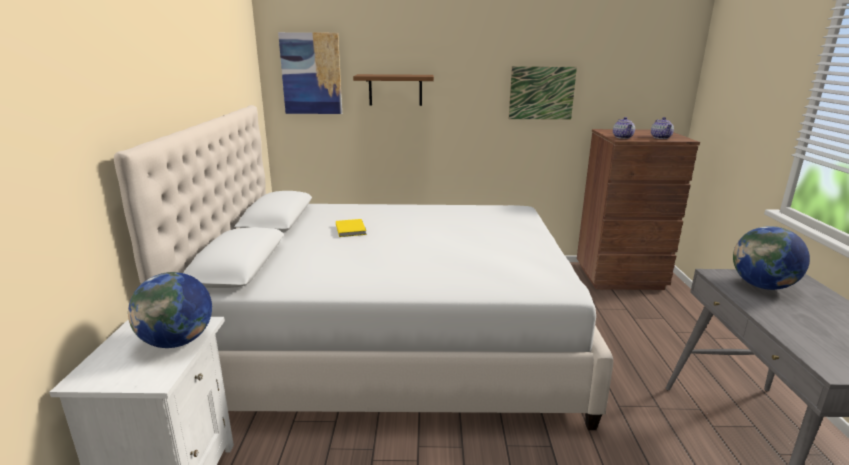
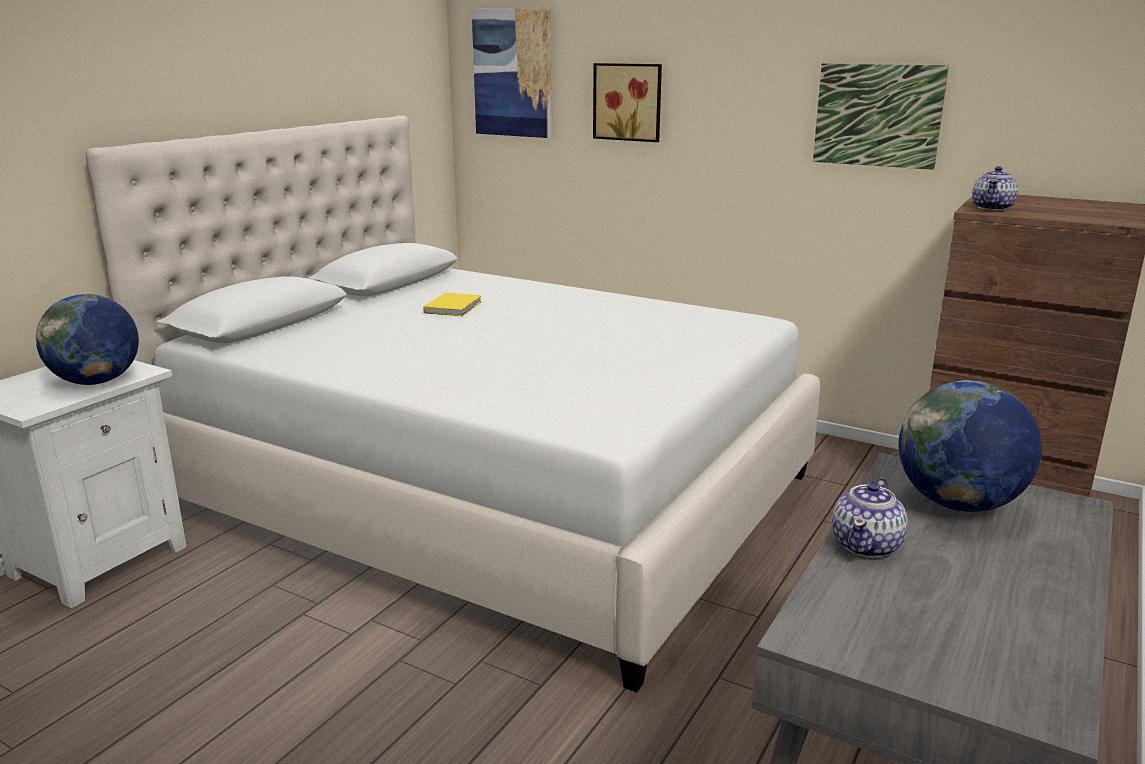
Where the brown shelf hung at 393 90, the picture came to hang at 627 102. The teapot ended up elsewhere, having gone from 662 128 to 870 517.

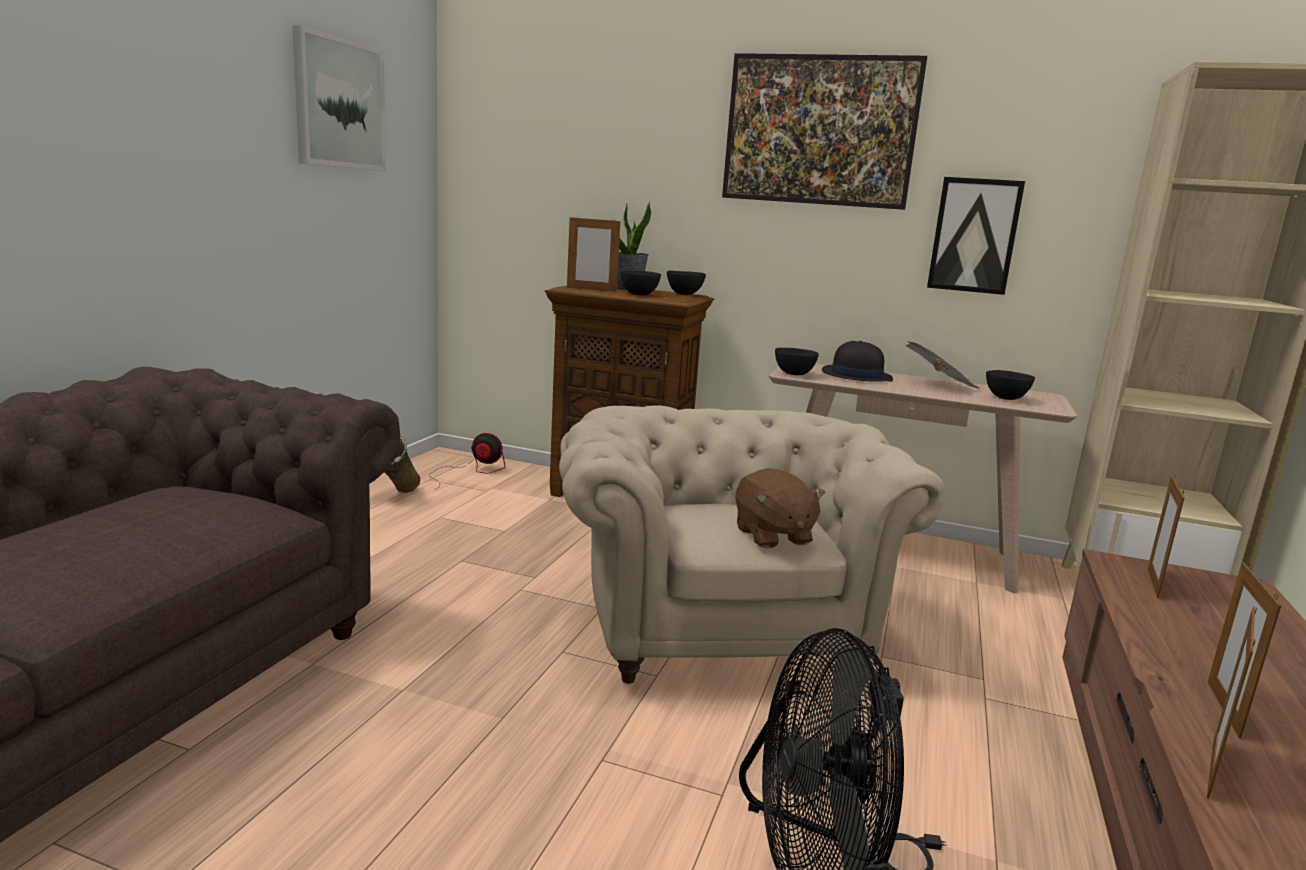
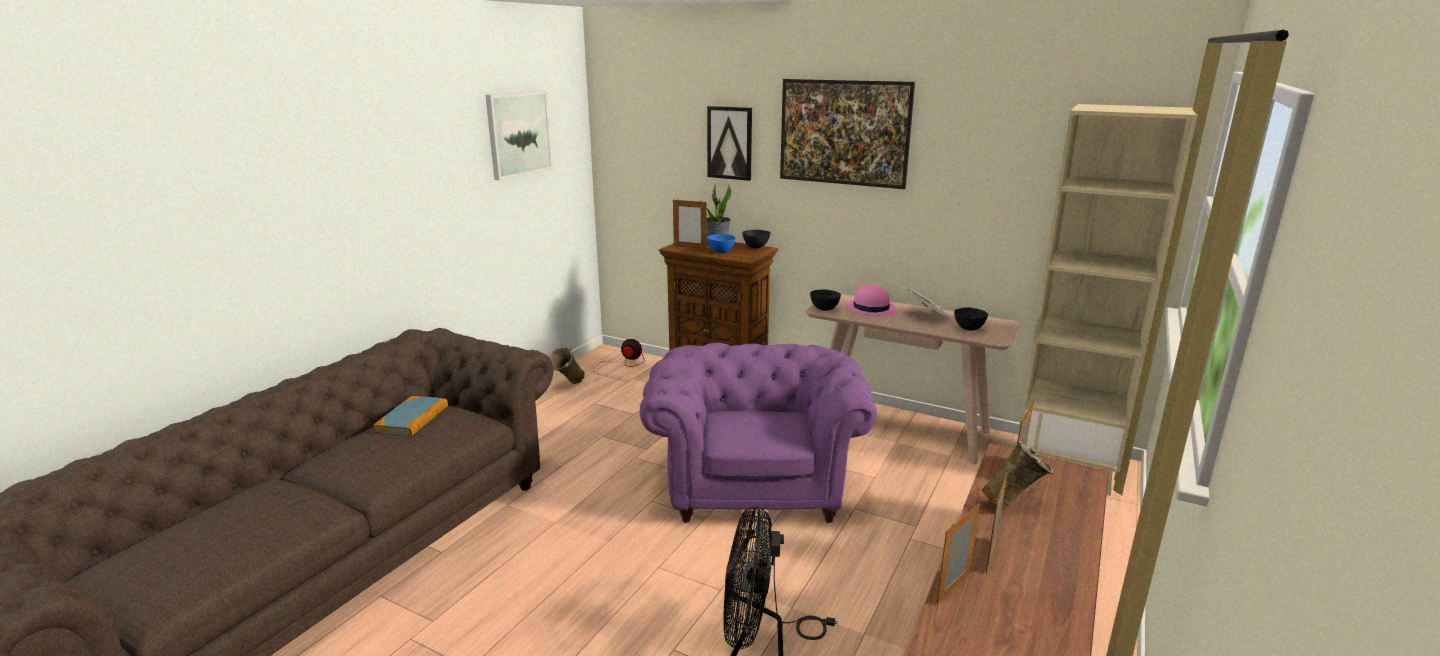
What was the beige armchair at 752 544 turned into the purple armchair at 758 433. What was the black bowl at 641 283 turned into the blue bowl at 721 243. The second view lost the brown plush toy at 780 508. What was the black hat at 857 361 turned into the pink hat at 871 299. The picture ended up elsewhere, having gone from 976 236 to 729 143. The second view gained the book at 410 416. The second view gained the beige vase at 1017 475.

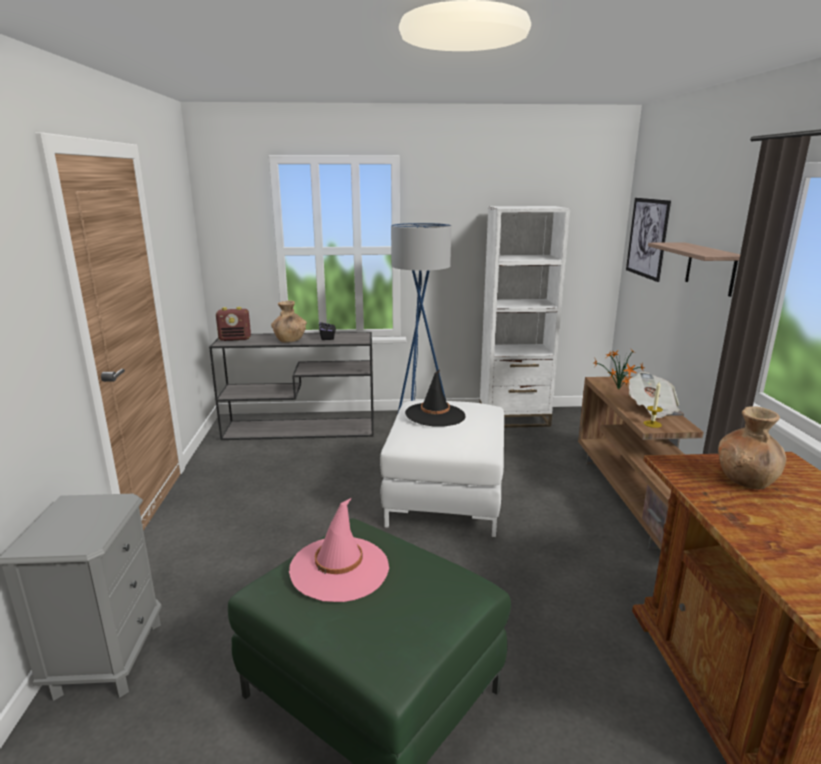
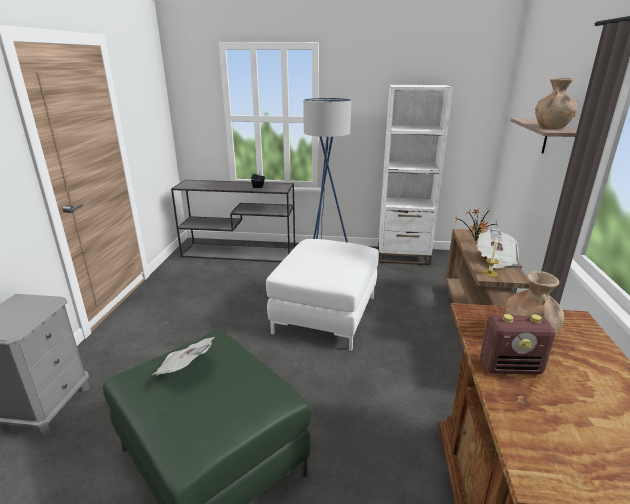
The radio ended up elsewhere, having gone from 233 324 to 518 344. The brown vase ended up elsewhere, having gone from 289 321 to 556 103. Where the pink hat stood at 339 550, the newspaper came to stand at 183 356. The second view lost the black hat at 435 397. The second view lost the picture at 648 240.

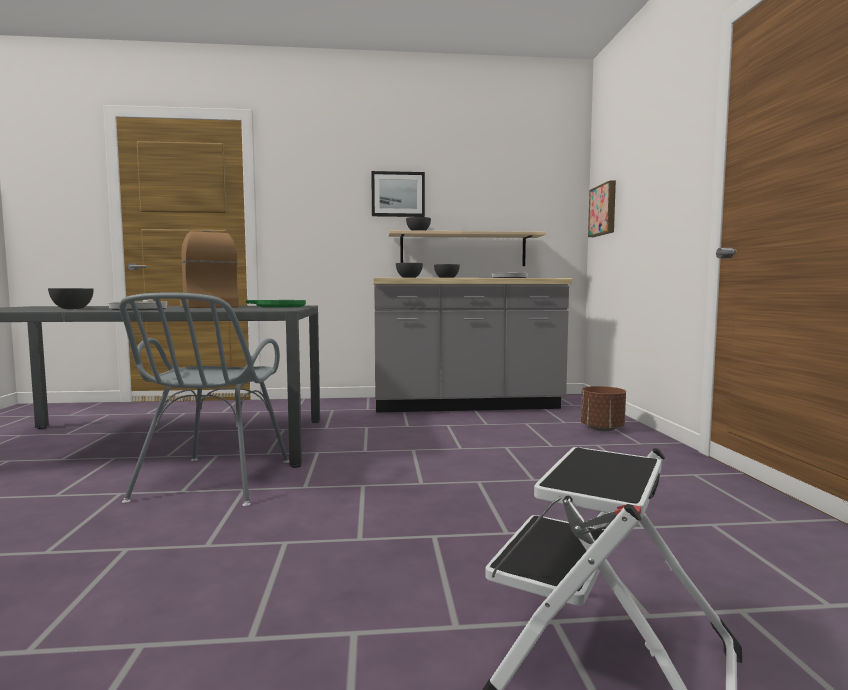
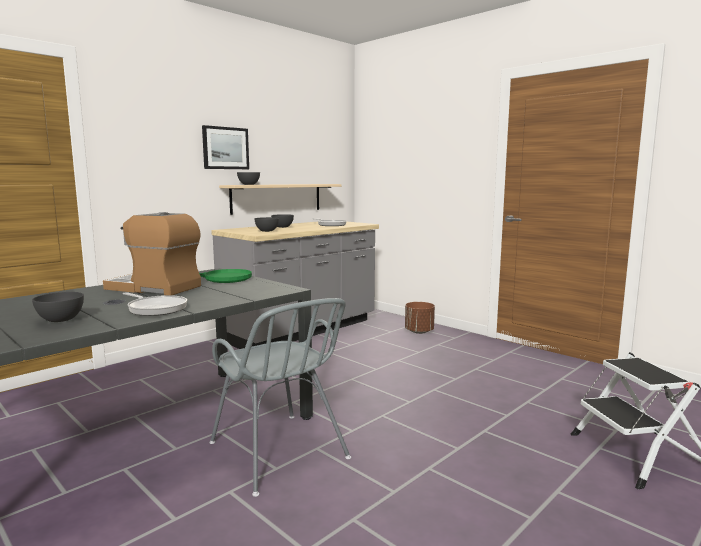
The second view lost the picture at 602 208.

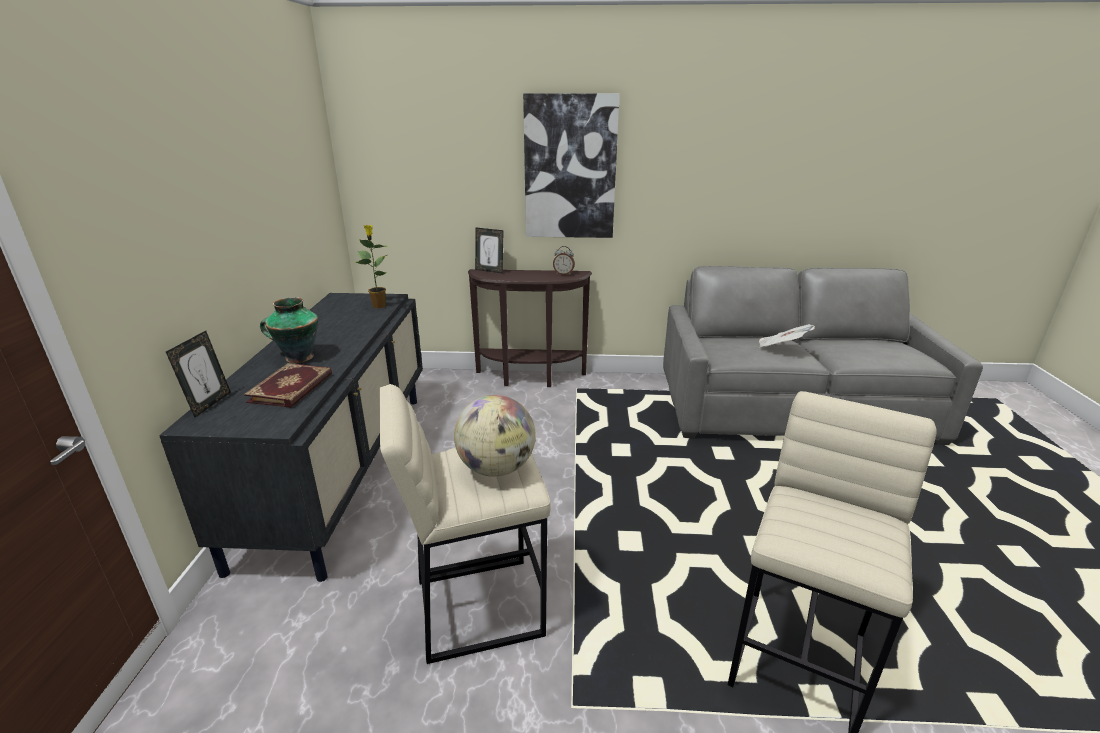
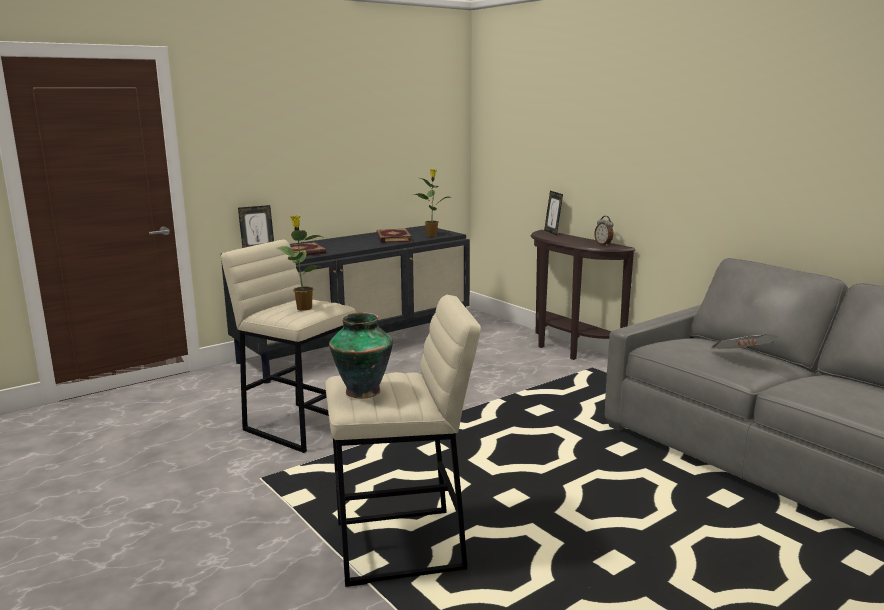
The vase ended up elsewhere, having gone from 289 330 to 361 356. Where the globe stood at 495 436, the potted plant came to stand at 301 263. The second view lost the picture at 571 165. The second view gained the book at 394 235.

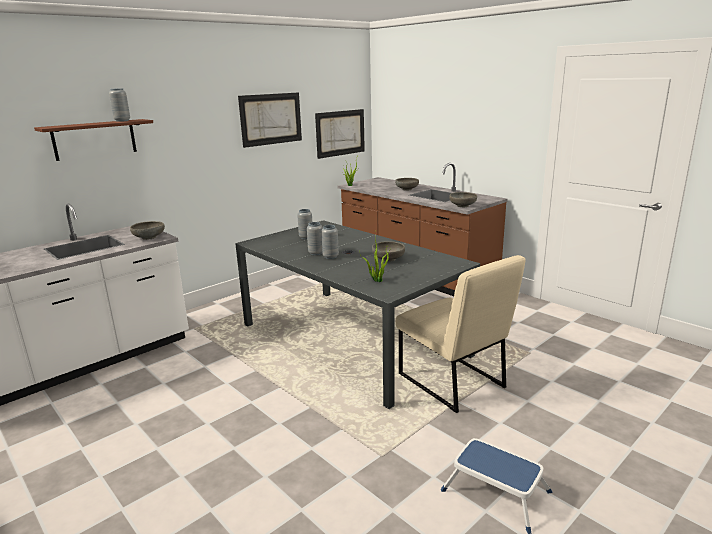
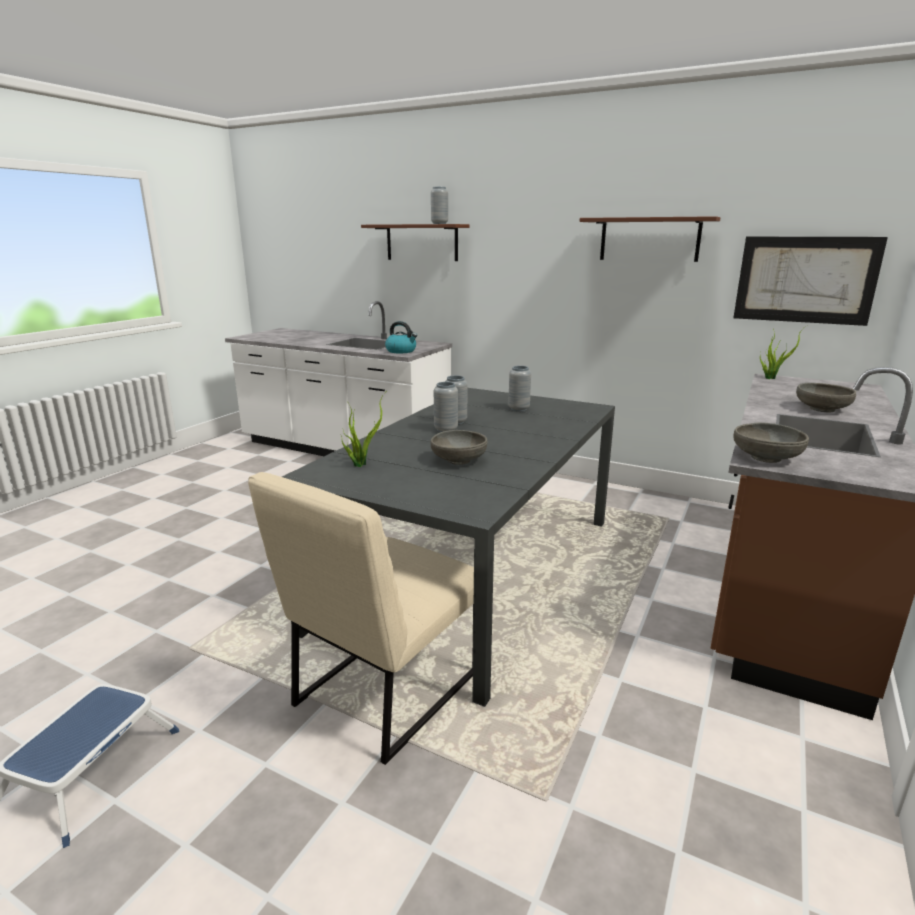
Where the grey bowl stood at 147 230, the kettle came to stand at 401 337. Where the picture hung at 270 120, the brown shelf came to hang at 650 239.

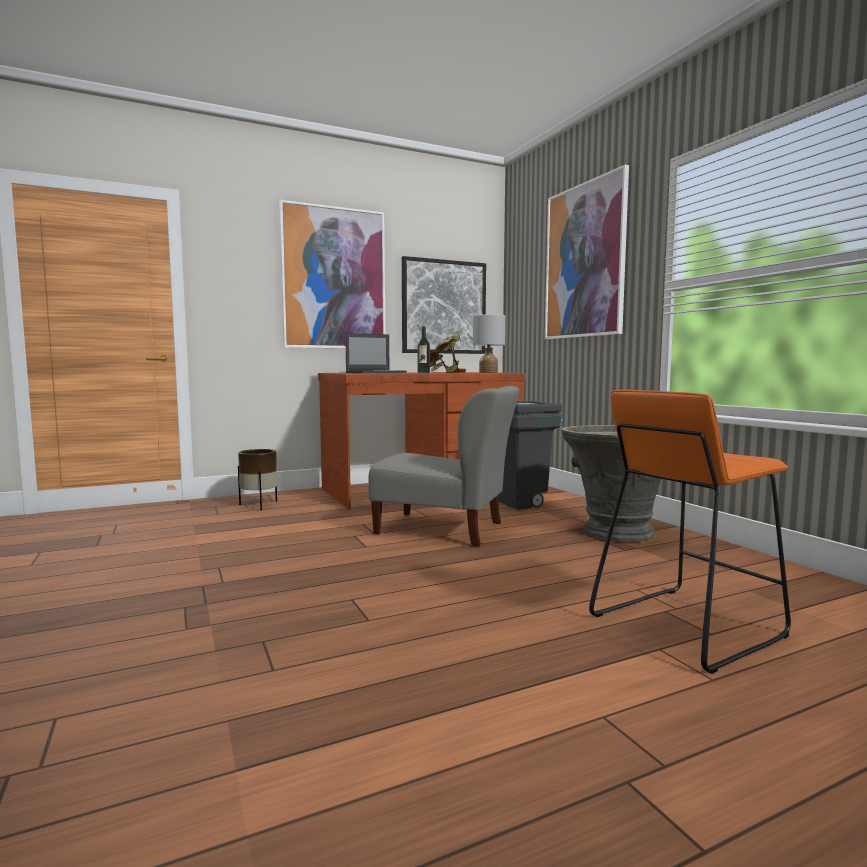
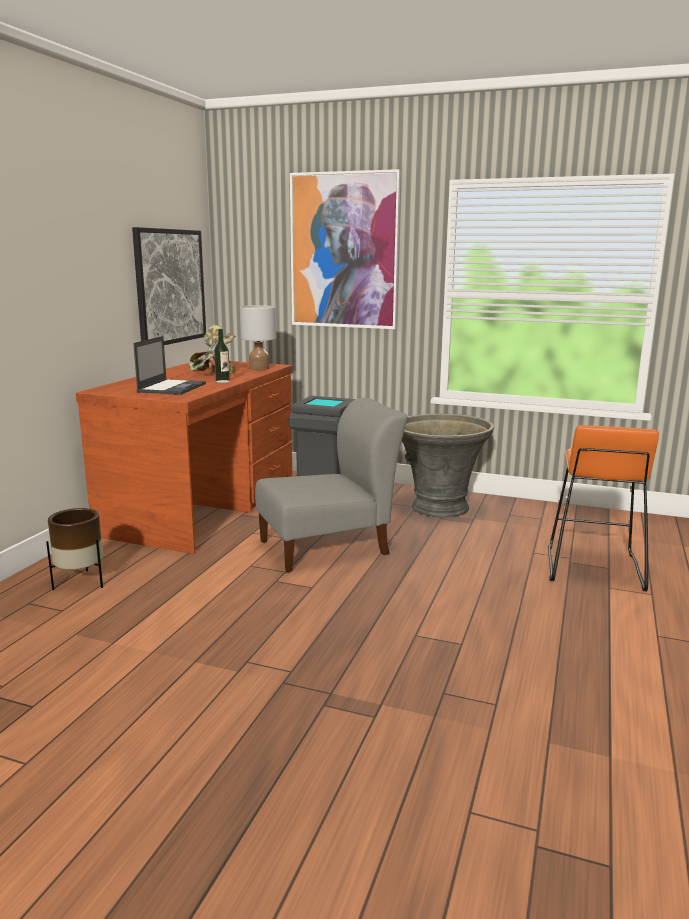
The second view lost the picture at 332 274.

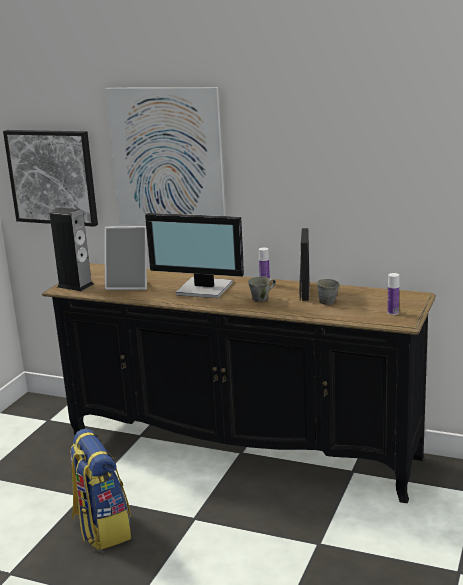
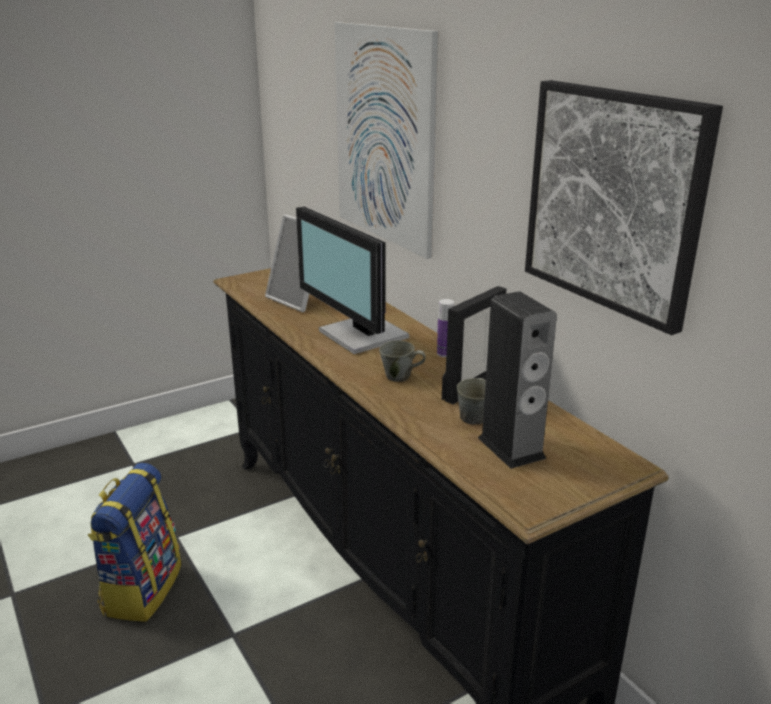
The picture ended up elsewhere, having gone from 50 178 to 624 207. The speaker ended up elsewhere, having gone from 72 249 to 517 380. The second view lost the bottle at 393 294.

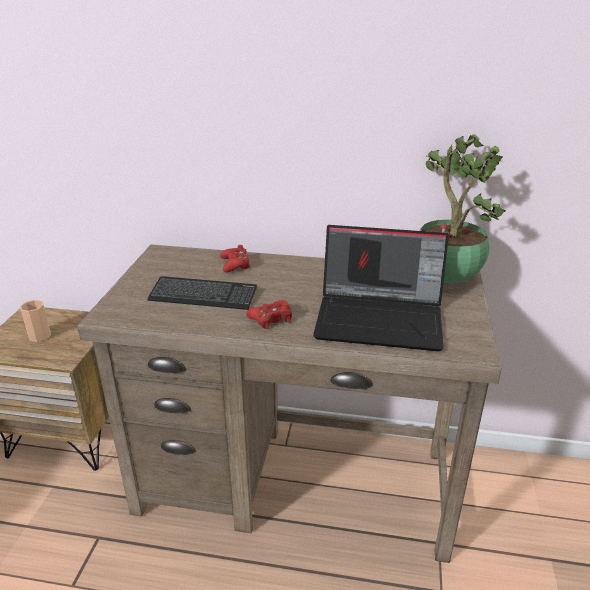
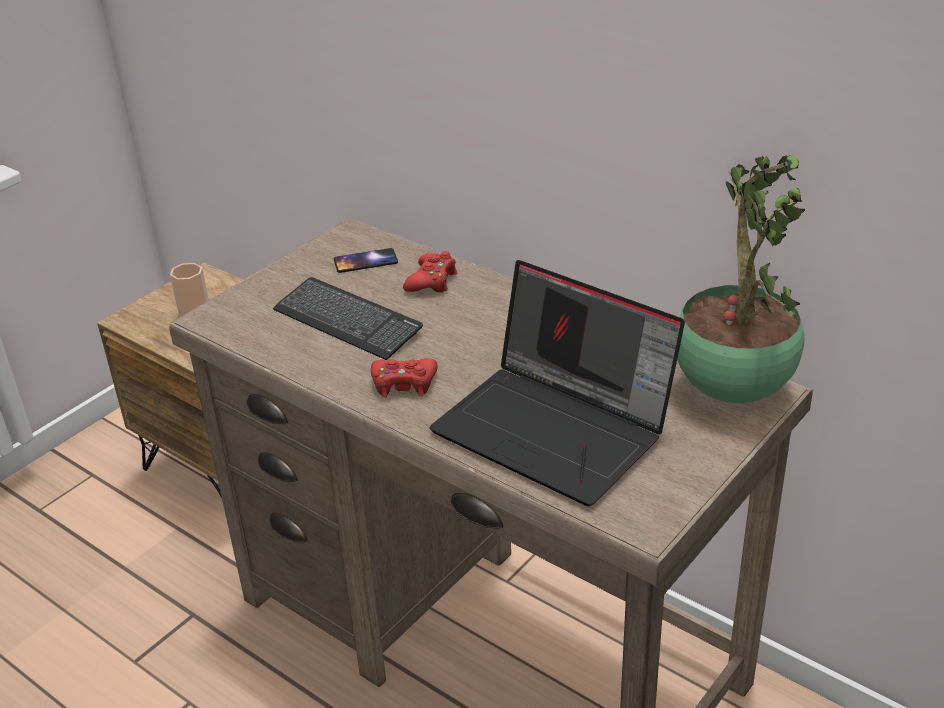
The second view gained the phone at 366 260.

